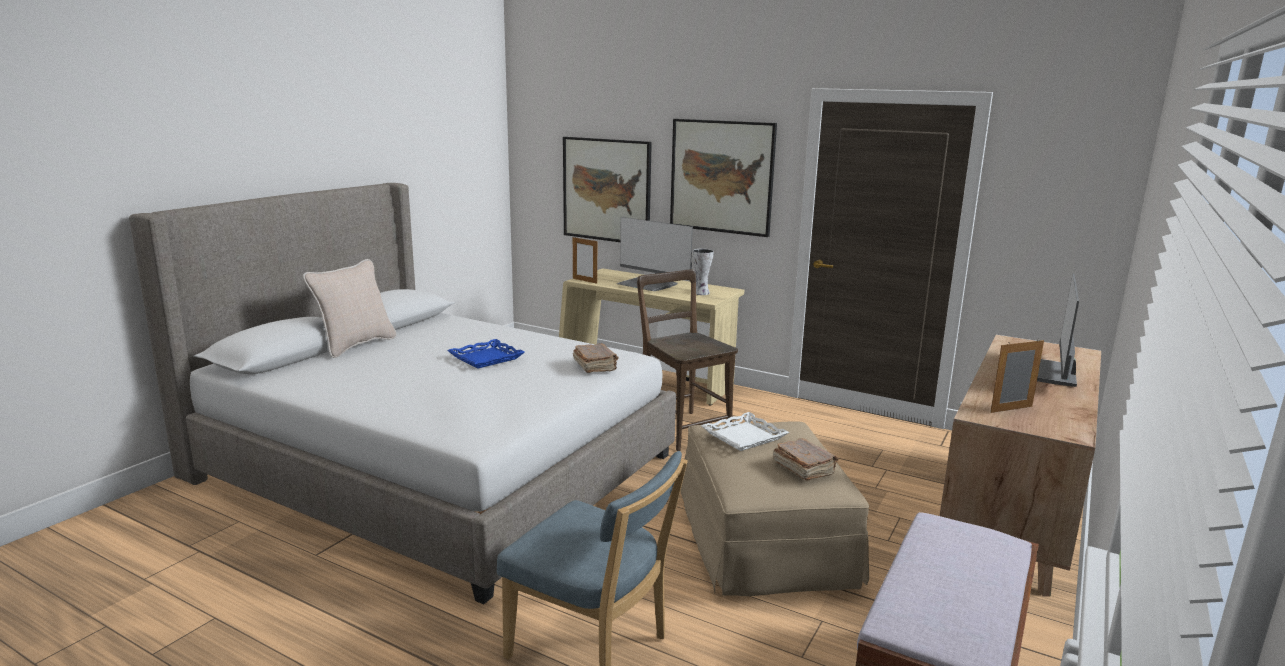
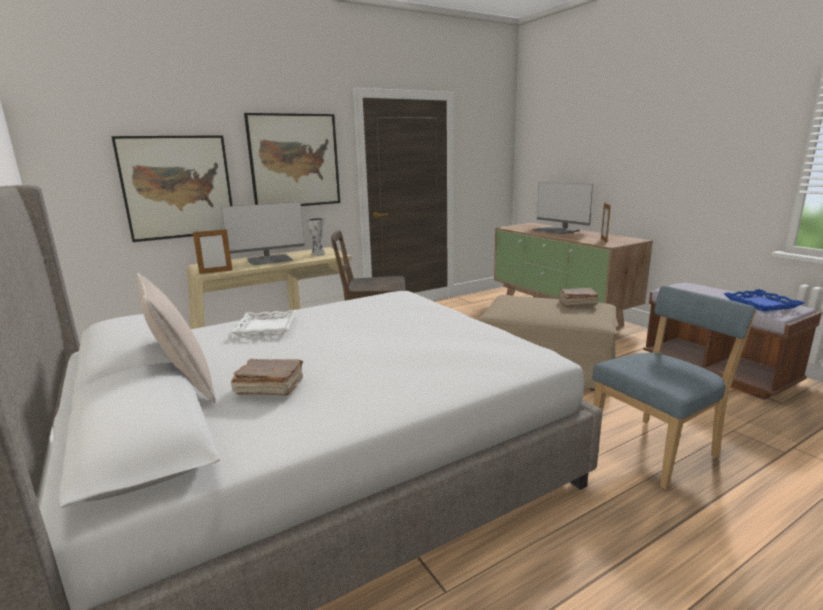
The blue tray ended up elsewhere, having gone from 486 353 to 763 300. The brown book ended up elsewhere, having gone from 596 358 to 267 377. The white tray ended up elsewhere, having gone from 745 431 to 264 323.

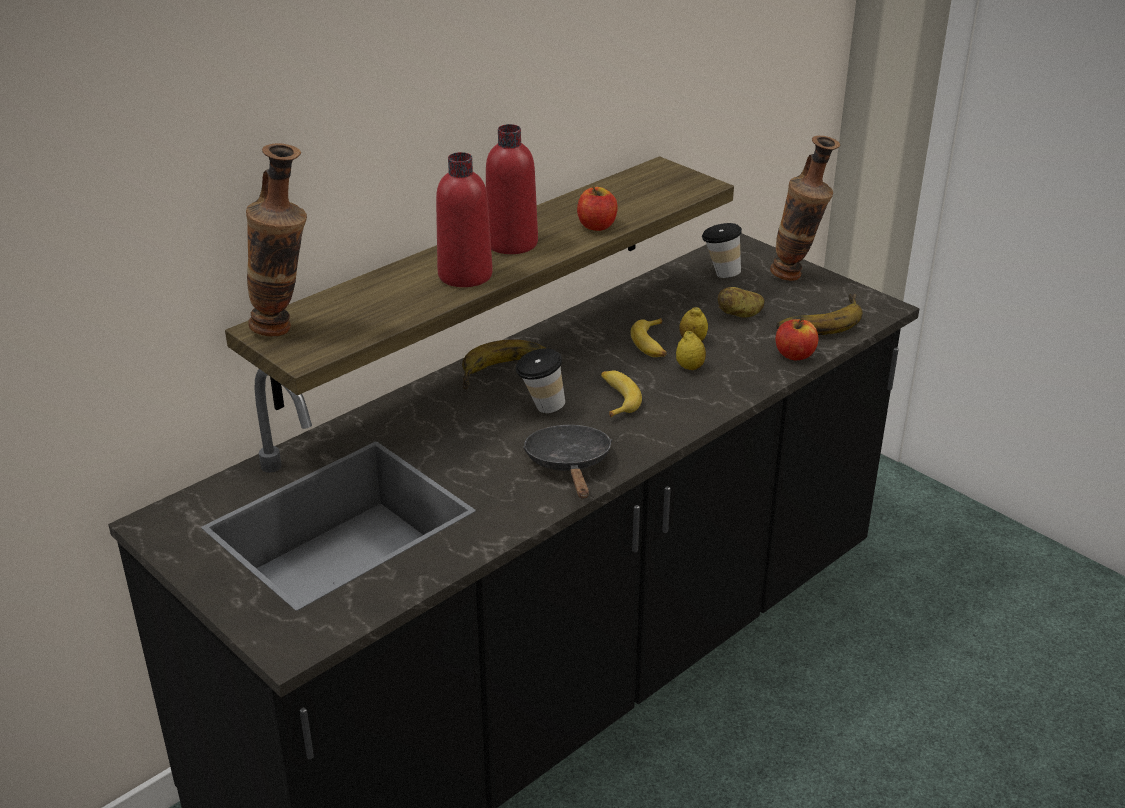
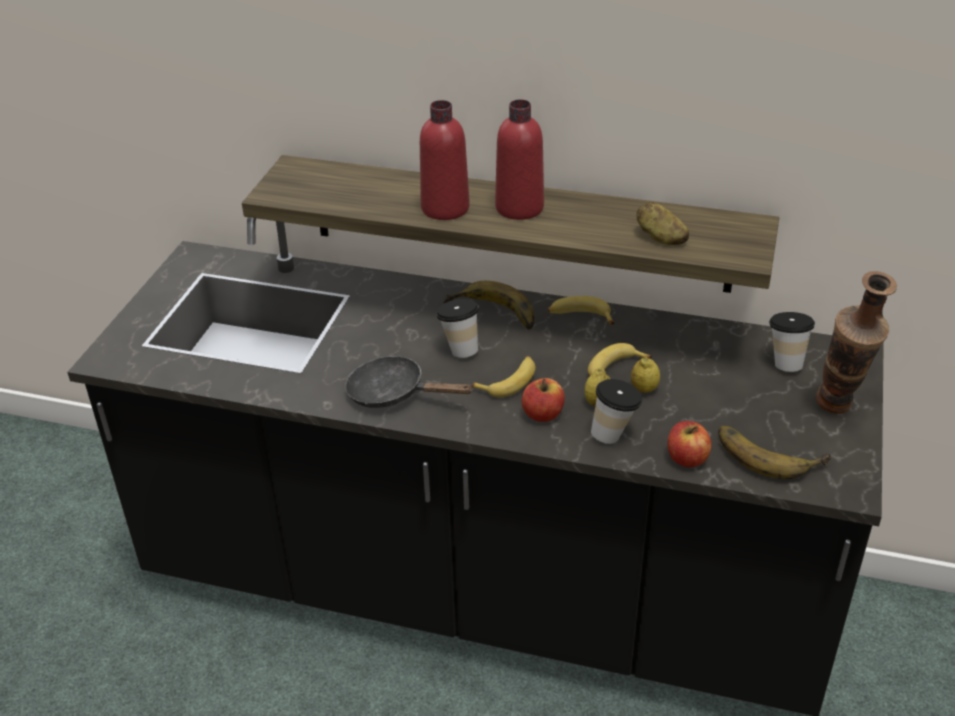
The second view lost the vase at 276 240. The black frying pan at 567 462 ended up facing another way, 120 degrees counterclockwise from before. The apple ended up elsewhere, having gone from 597 208 to 543 400. The potato ended up elsewhere, having gone from 741 302 to 663 224. The second view gained the banana at 581 310. The second view gained the cup at 616 411.

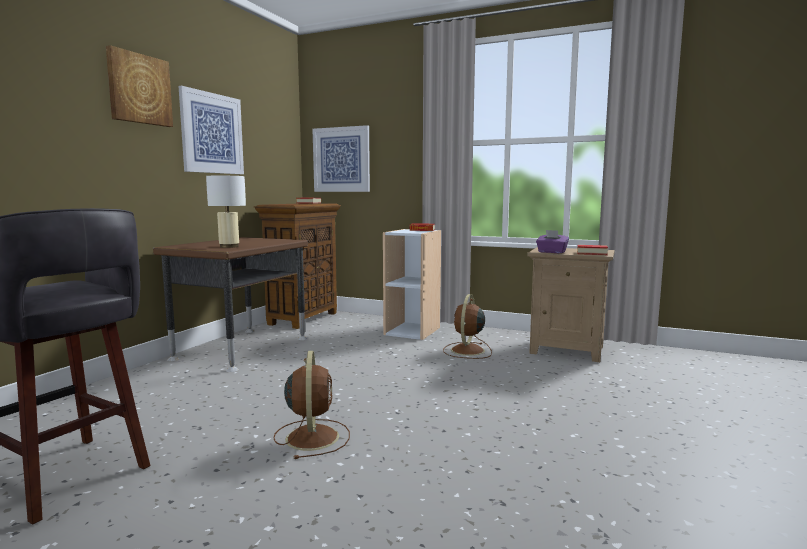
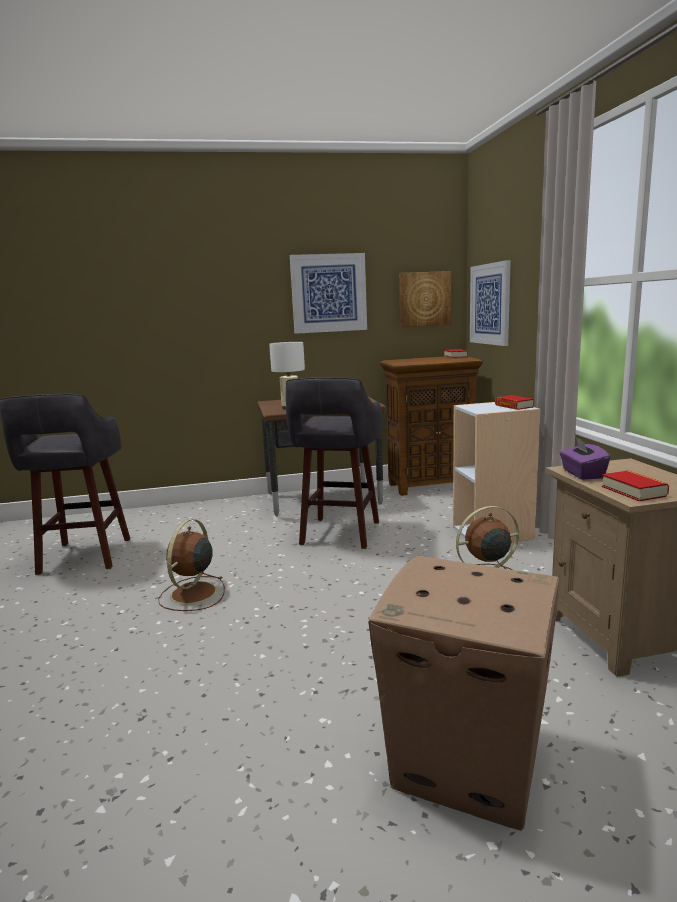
The picture ended up elsewhere, having gone from 139 86 to 425 299. The brown fan at 311 405 ended up facing another way, 150 degrees clockwise from before. The second view gained the grey stool at 334 463. The second view gained the cardboard box at 463 693.

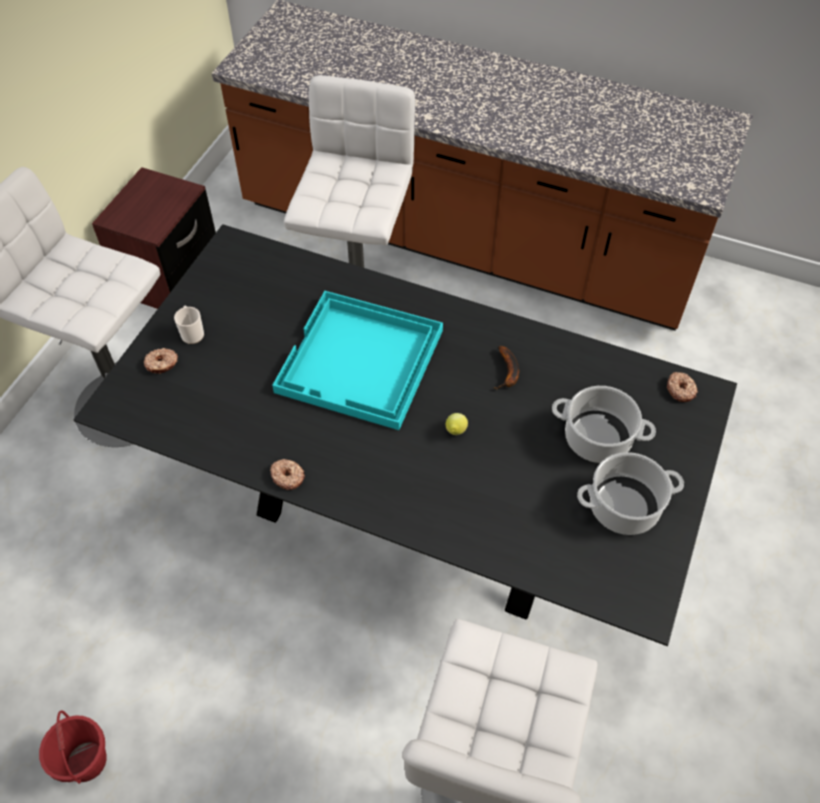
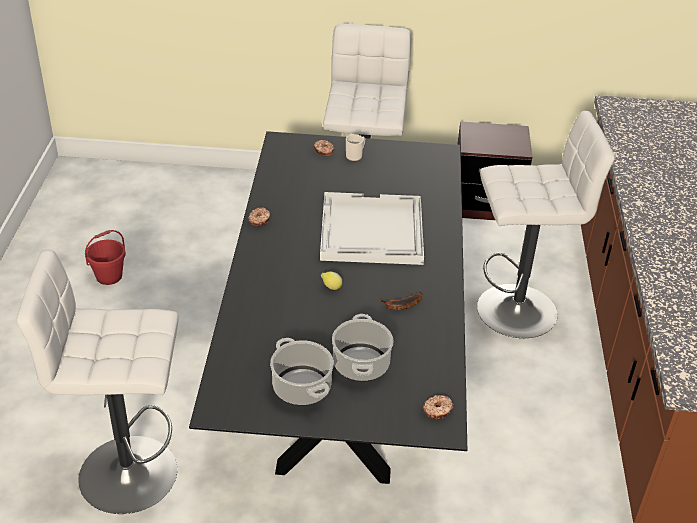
What was the turquoise tray at 357 360 turned into the white tray at 372 228.

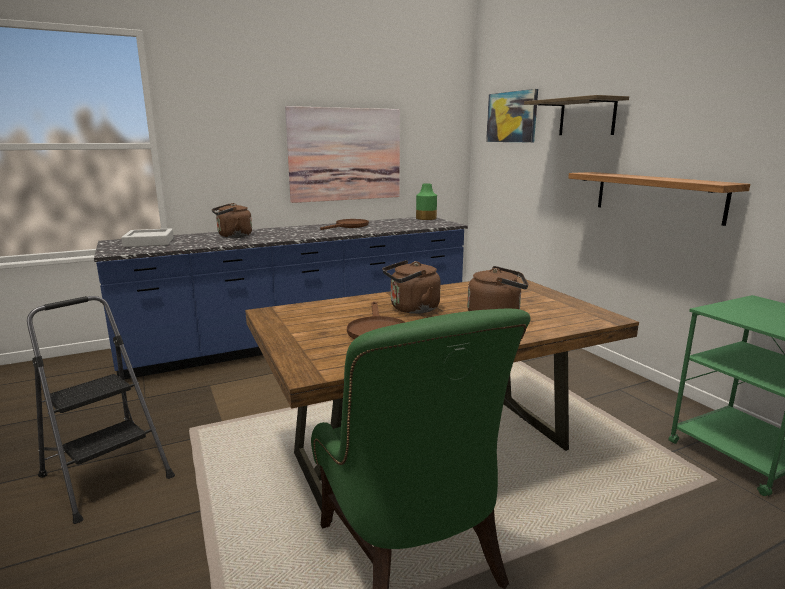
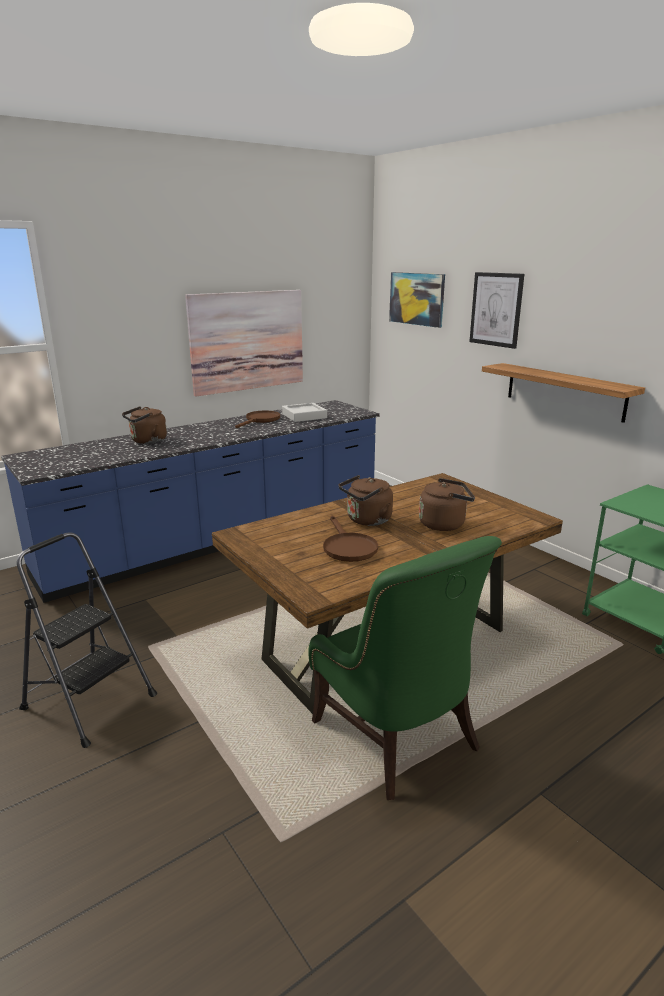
The grey tray ended up elsewhere, having gone from 147 237 to 304 412. The second view lost the green vase at 426 201. Where the shelf hung at 576 115, the picture came to hang at 496 310.

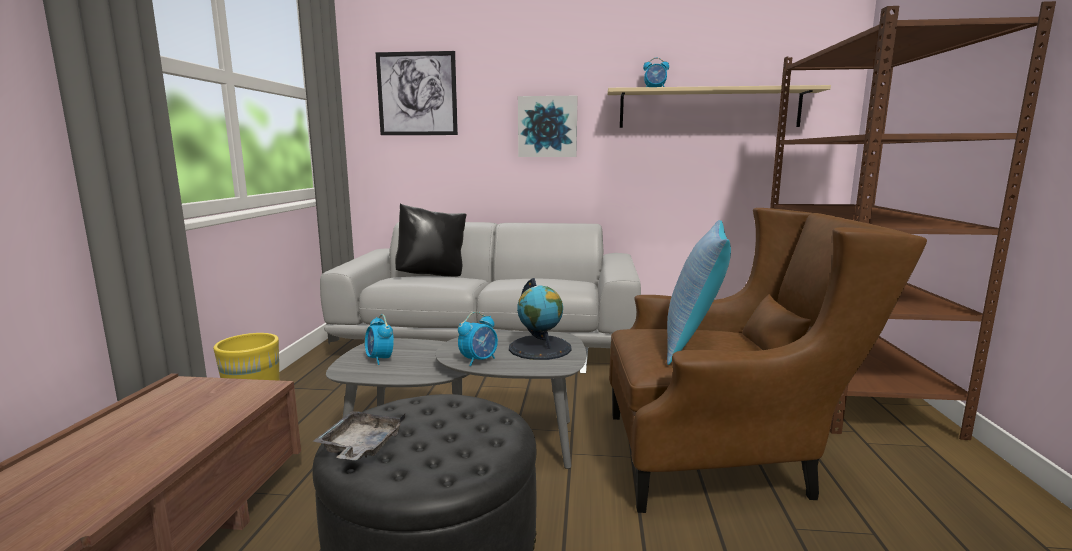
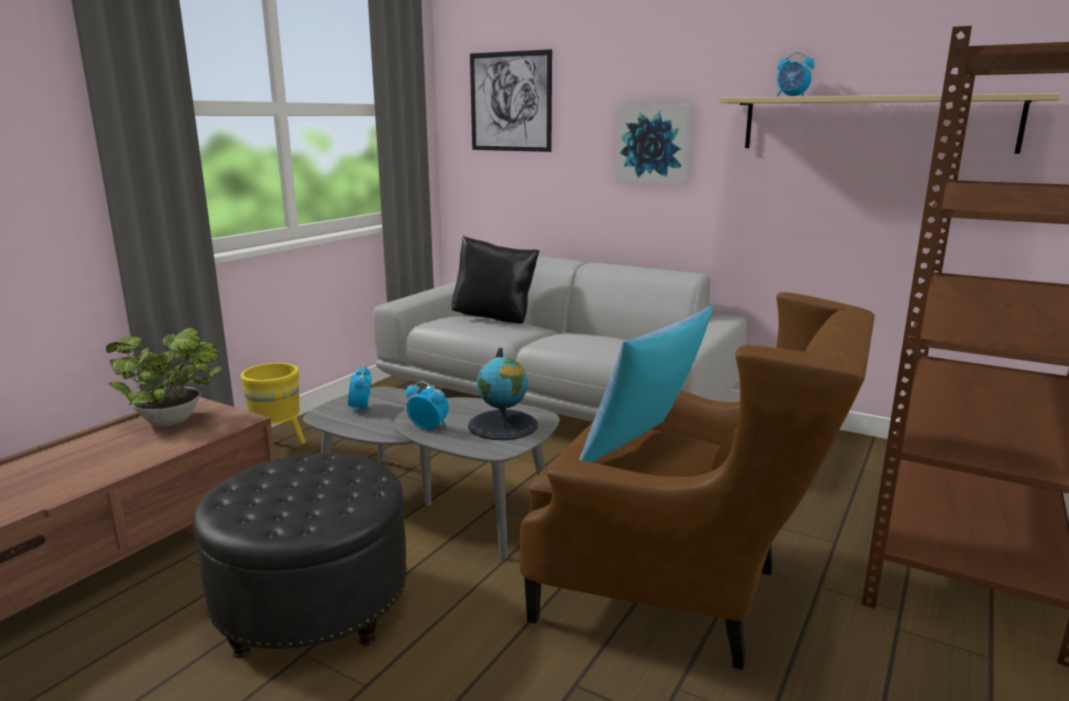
The second view lost the grey tray at 359 435. The alarm clock at 478 339 ended up facing another way, 135 degrees counterclockwise from before. The second view gained the potted plant at 164 377.

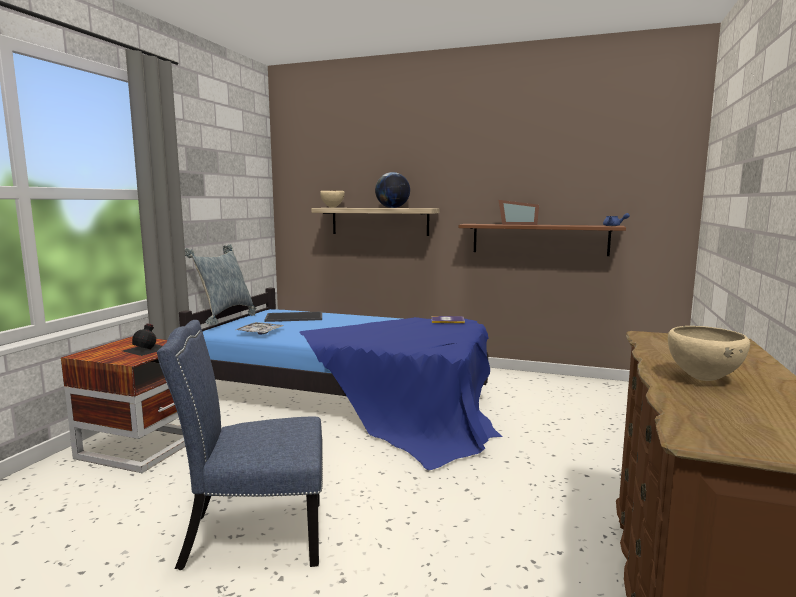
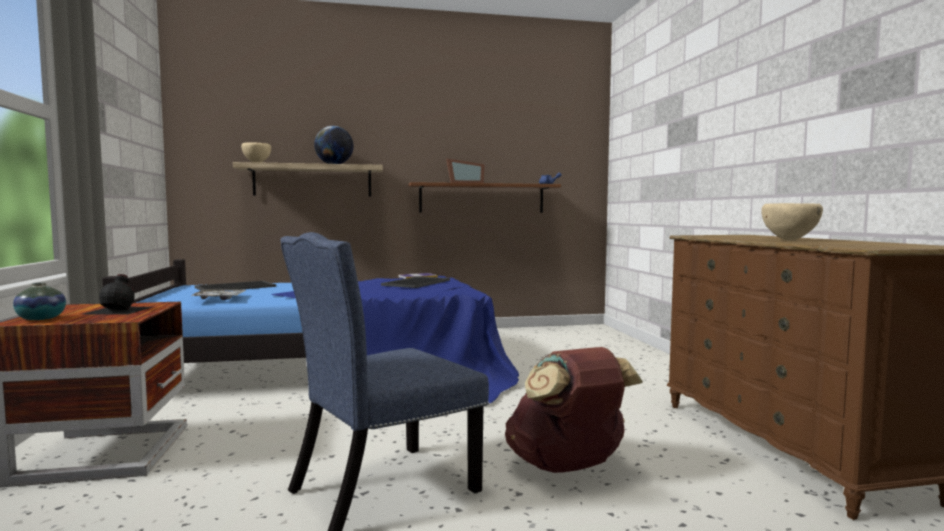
The second view lost the pillow at 220 284. The second view gained the vase at 39 301. The second view gained the tray at 415 282. The second view gained the brown backpack at 574 410.

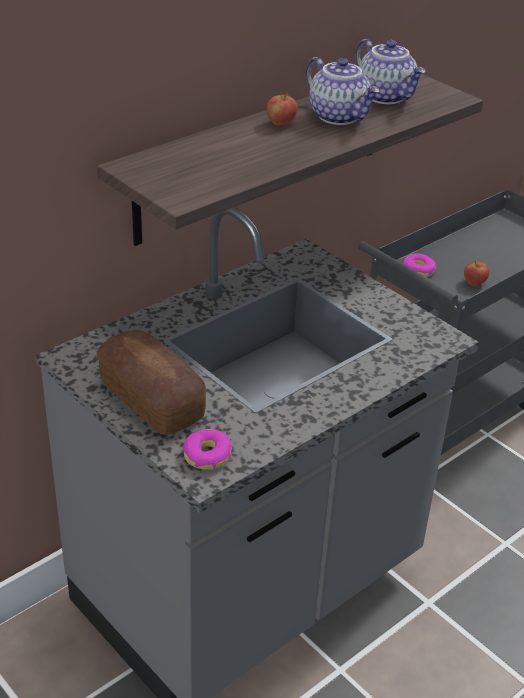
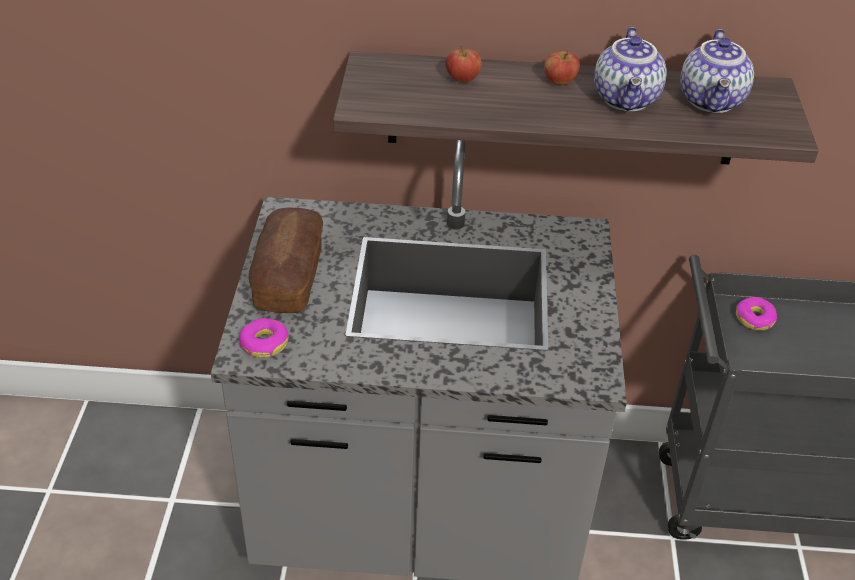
The apple ended up elsewhere, having gone from 476 273 to 463 64.

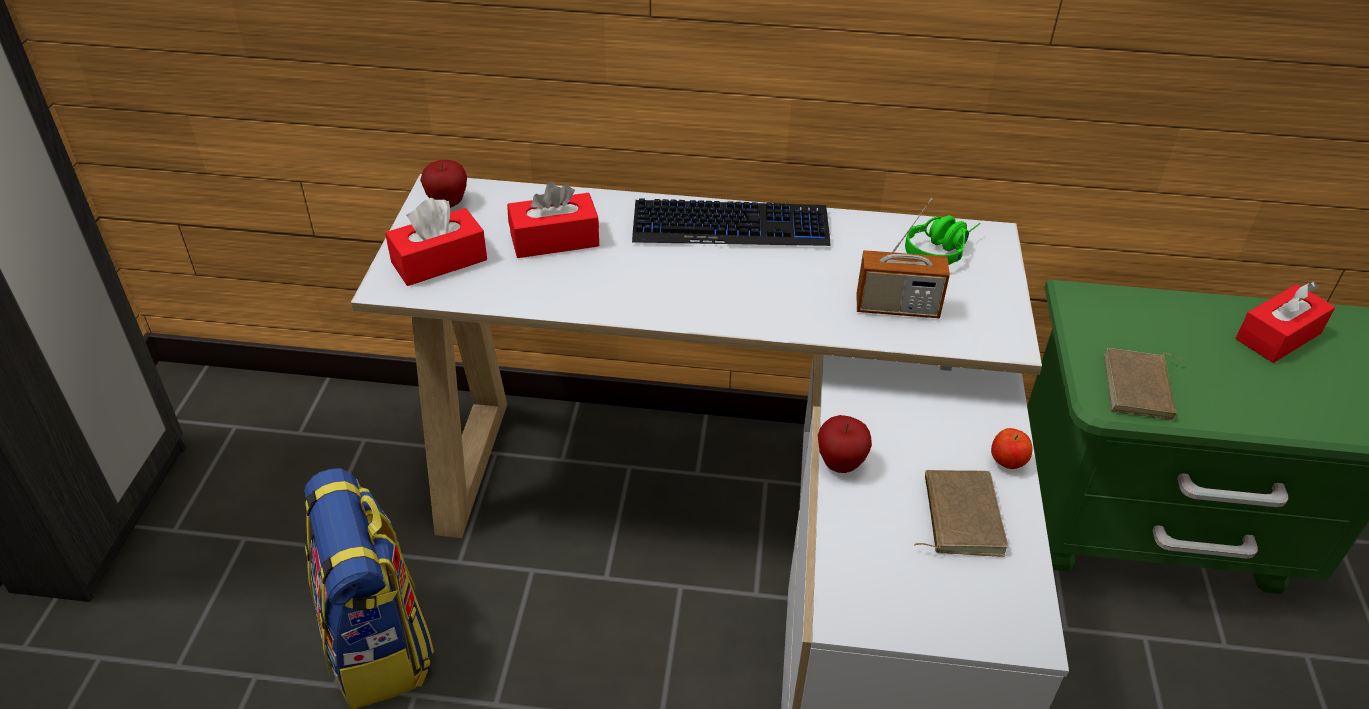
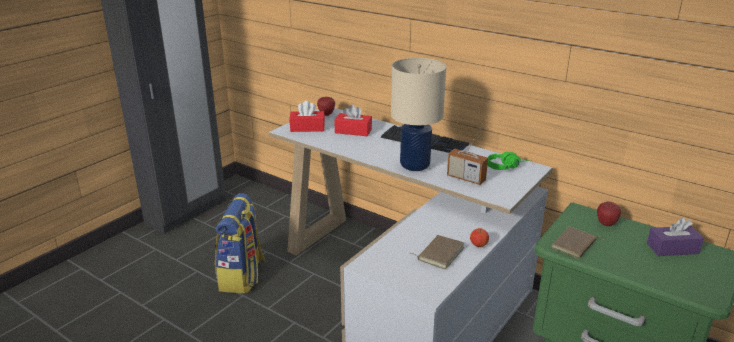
The apple ended up elsewhere, having gone from 845 444 to 609 214. What was the red tissue box at 1285 322 turned into the purple tissue box at 675 237. The second view gained the beige table lamp at 418 114.

